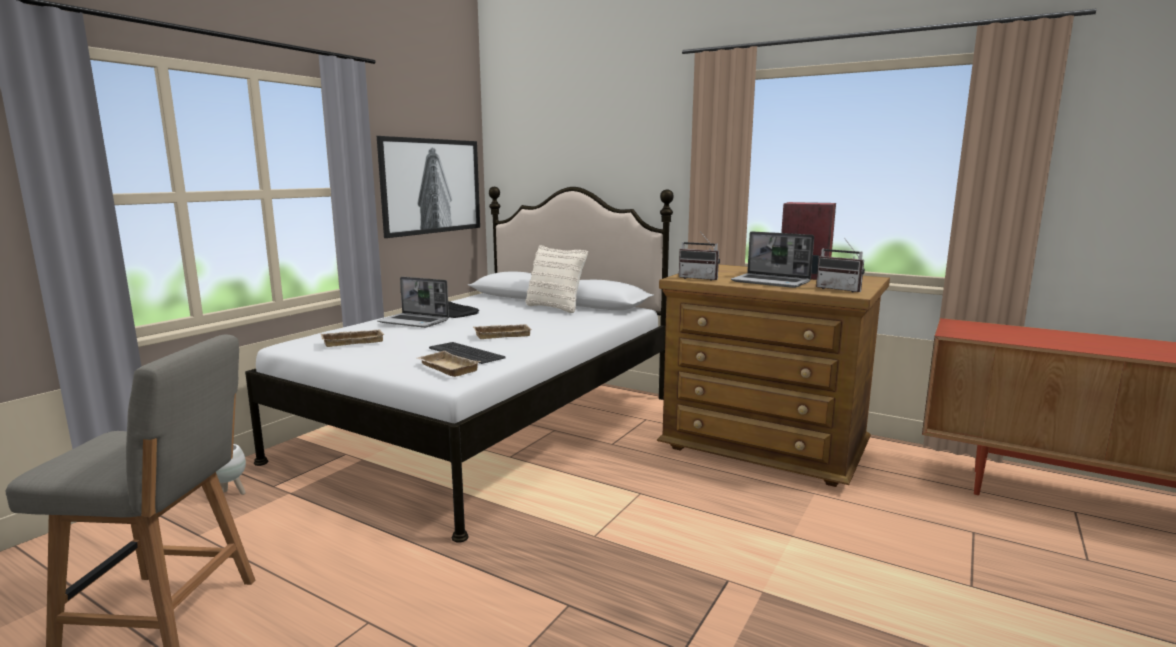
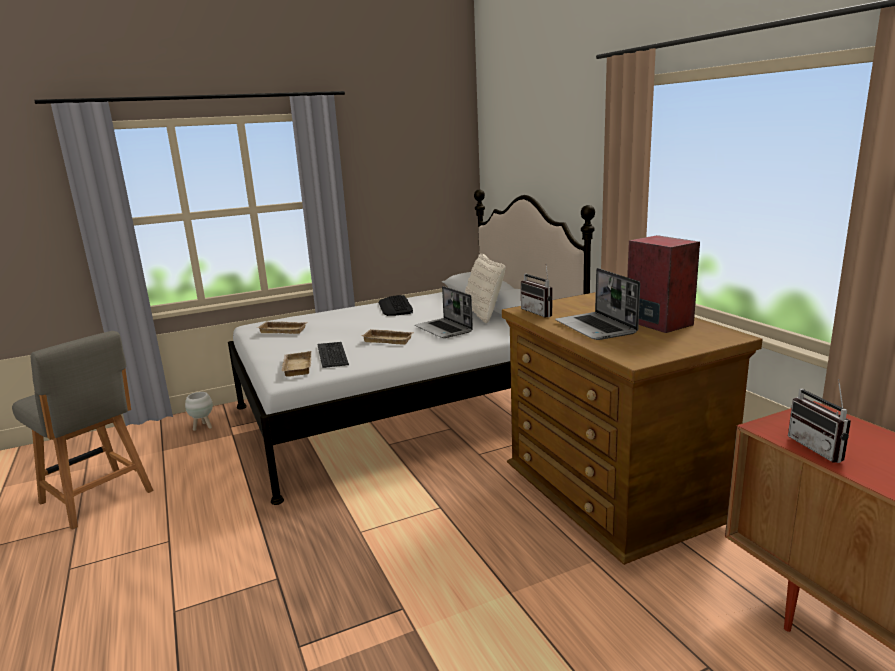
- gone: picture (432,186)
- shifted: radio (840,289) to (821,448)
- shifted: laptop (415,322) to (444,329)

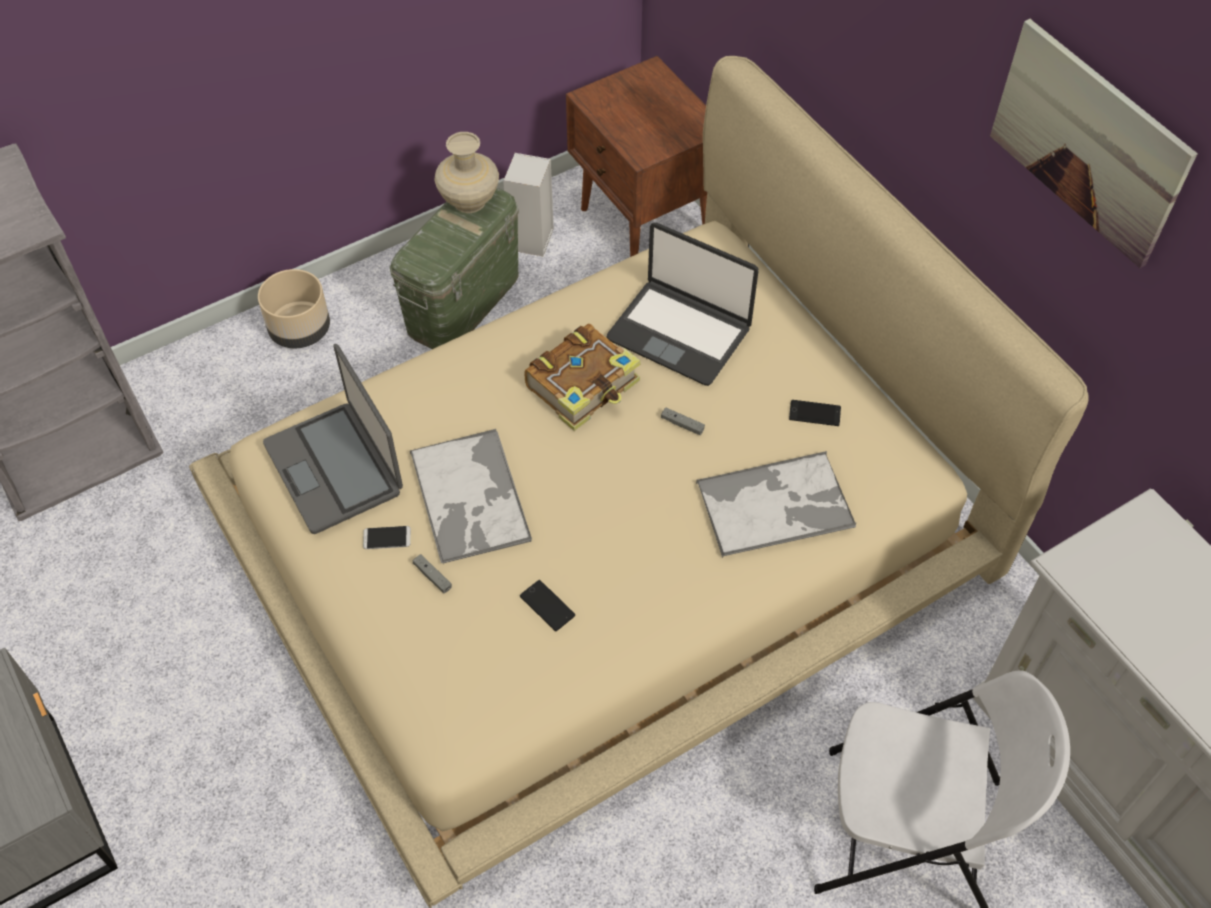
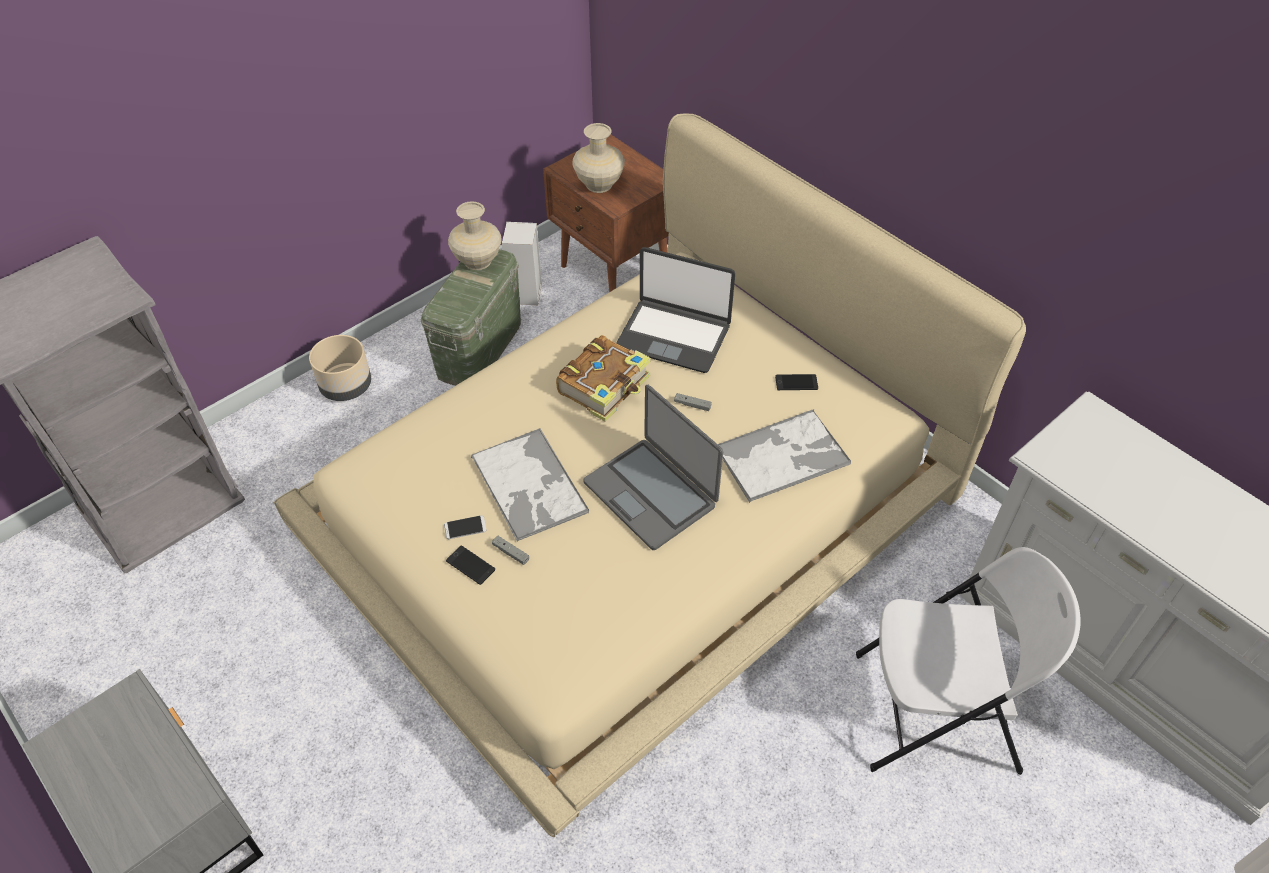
- gone: picture (1088,142)
- shifted: laptop (335,468) to (651,493)
- shifted: phone (547,606) to (470,565)
- new: beige vase (599,184)

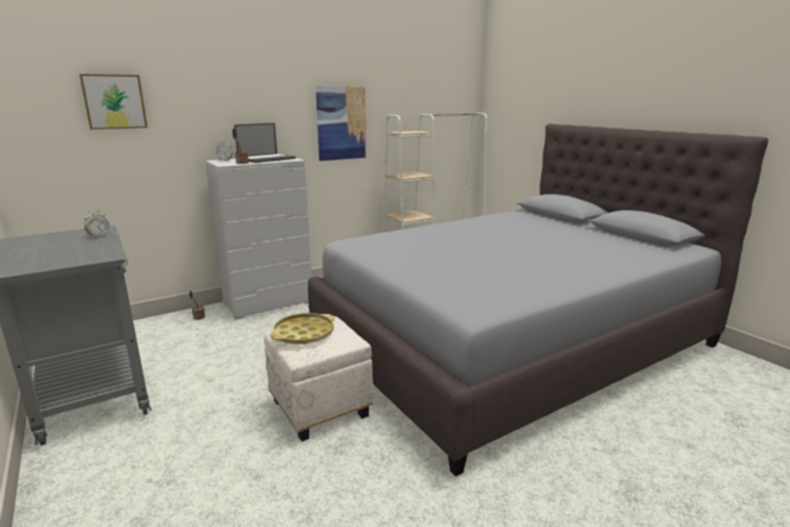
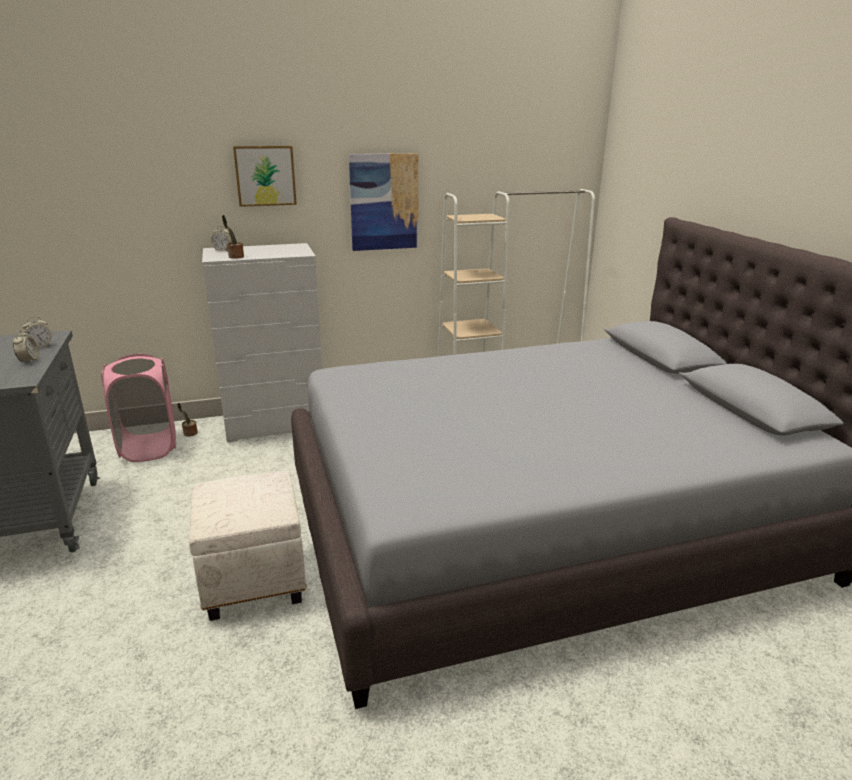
- shifted: picture (114,101) to (265,175)
- gone: laptop (267,159)
- gone: yellow tray (303,334)
- new: alarm clock (29,361)
- new: pink laundry basket (148,447)

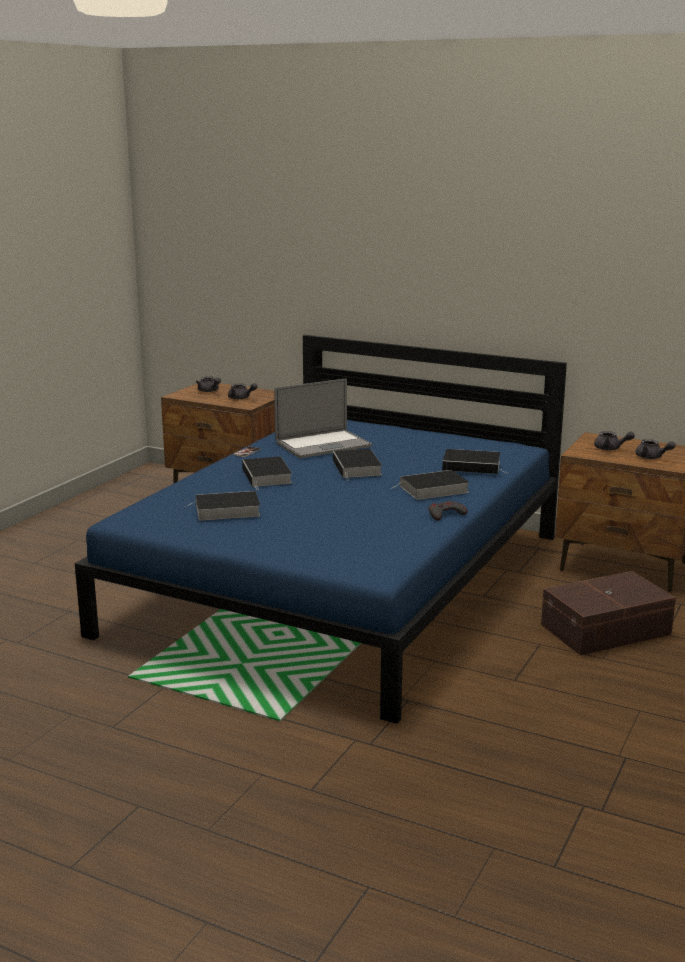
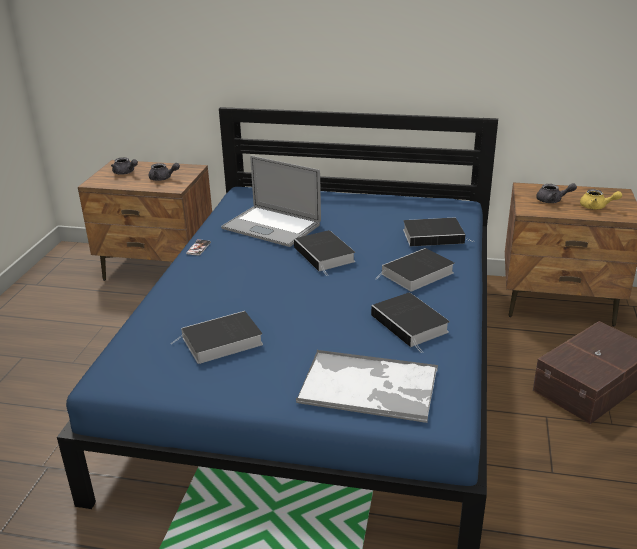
- rotated: laptop (323,445) = (271,226) 75 degrees clockwise
- repainted: grey teapot (652,457) to yellow teapot (596,207)
- shifted: book (267,476) to (411,324)
- gone: grey game controller (445,514)
- new: tray (370,386)

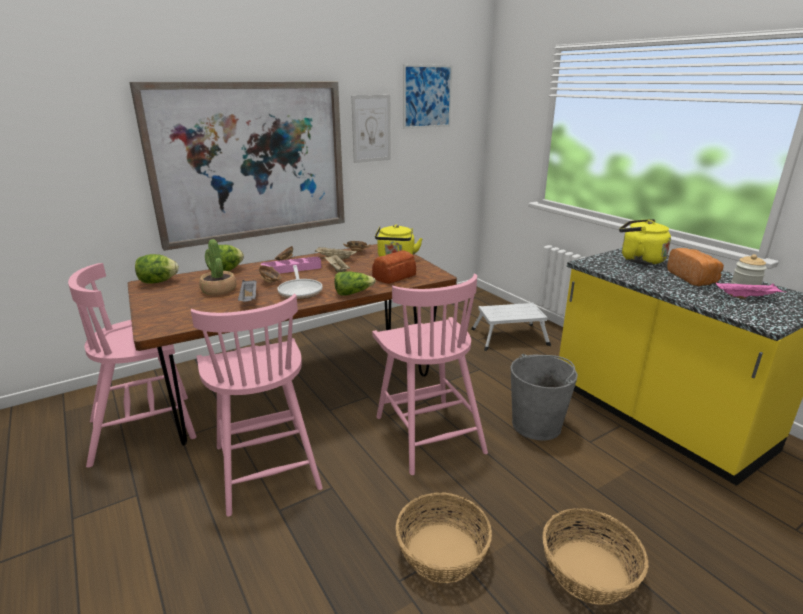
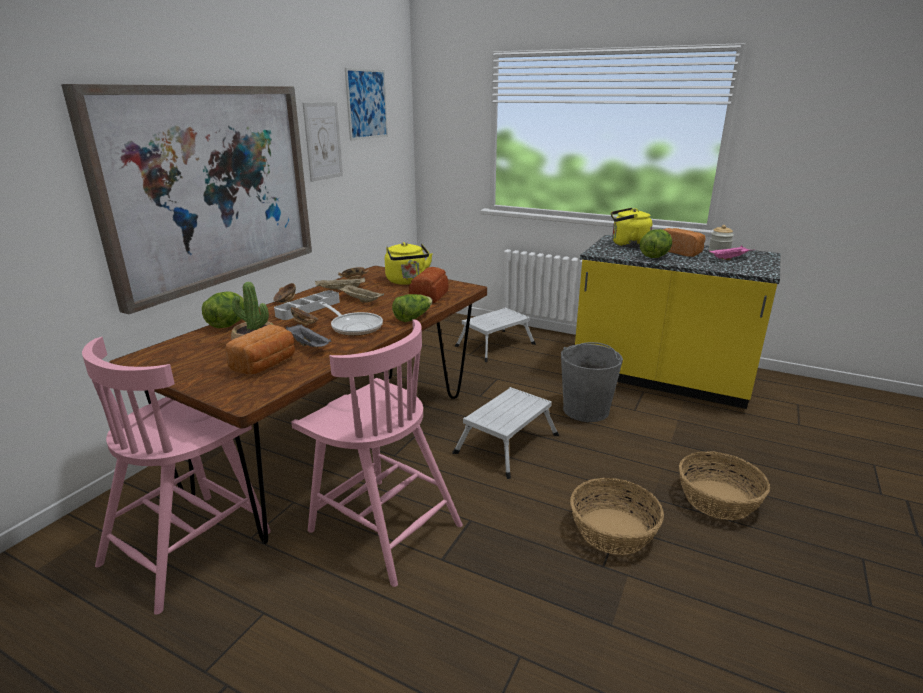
- shifted: lettuce (158,282) to (654,256)
- repainted: pink tray (291,269) to grey tray (308,308)
- swapped: pink chair (428,432) to white step ladder (506,444)
- new: bread (266,364)

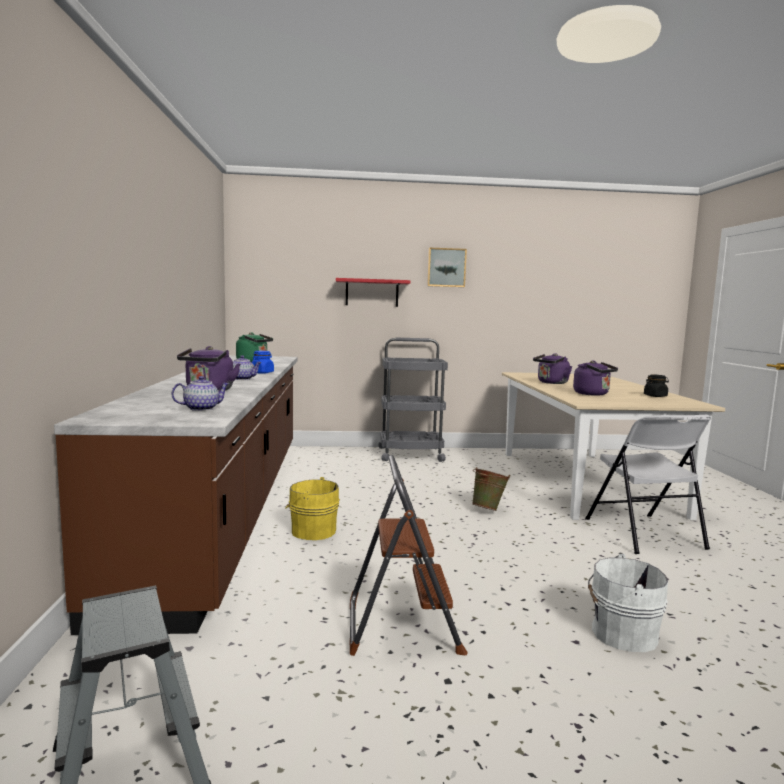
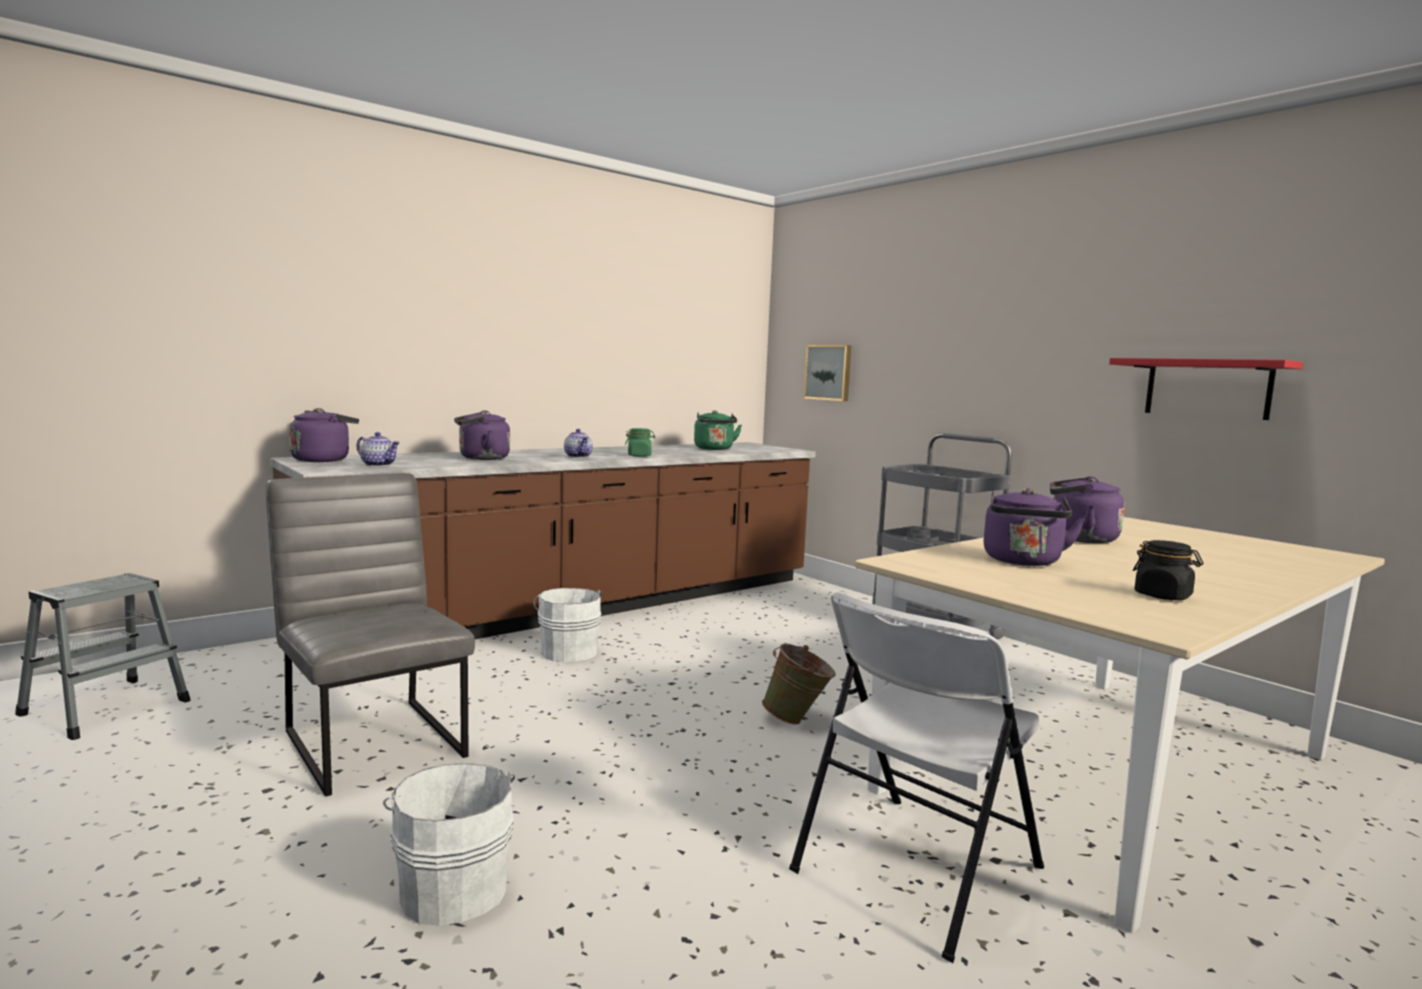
- shifted: picture (446,267) to (829,372)
- shifted: red shelf (372,293) to (1207,388)
- repainted: blue jar (262,372) to green jar (639,456)
- swapped: brown step ladder (398,625) to grey chair (374,741)
- repainted: yellow bucket (312,531) to white bucket (568,651)
- new: purple kettle (323,460)

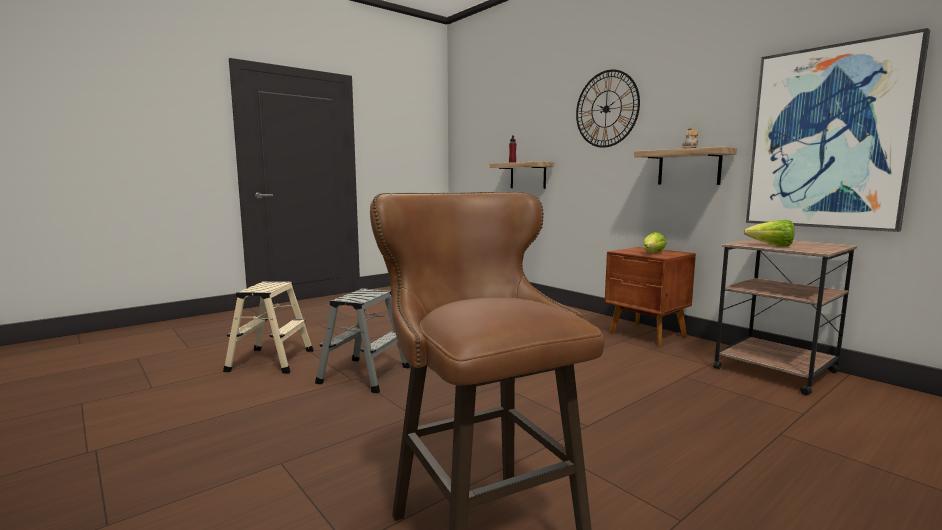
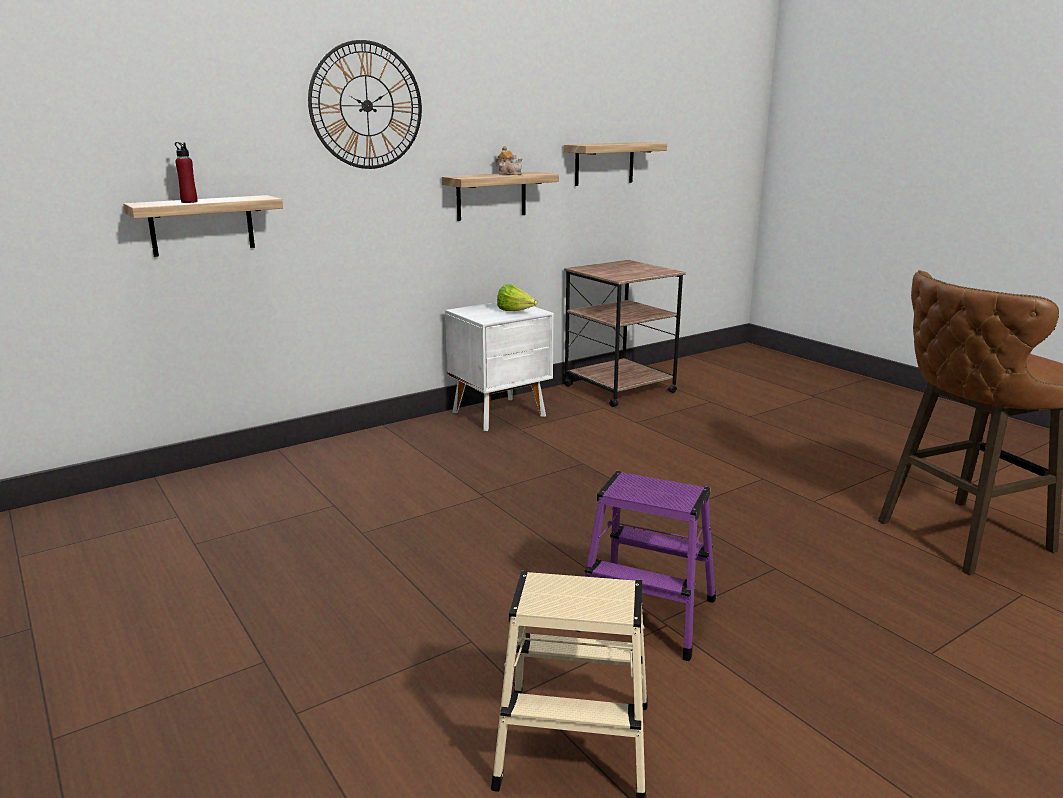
- swapped: picture (828,138) to shelf (604,163)
- gone: lettuce (771,246)
- repainted: brown nightstand (647,335) to white nightstand (501,414)
- repainted: grey step ladder (365,374) to purple step ladder (646,613)

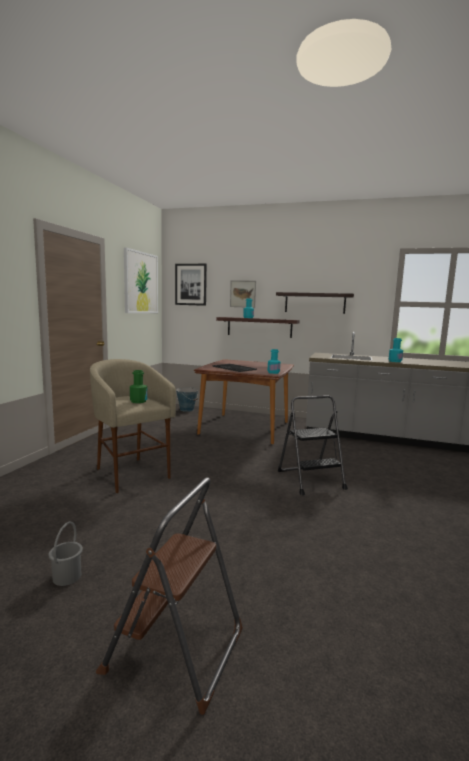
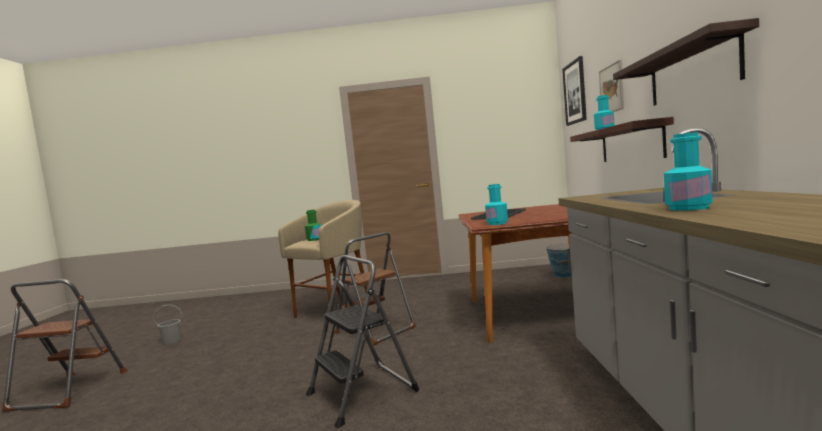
- gone: picture (141,283)
- new: brown step ladder (376,330)

